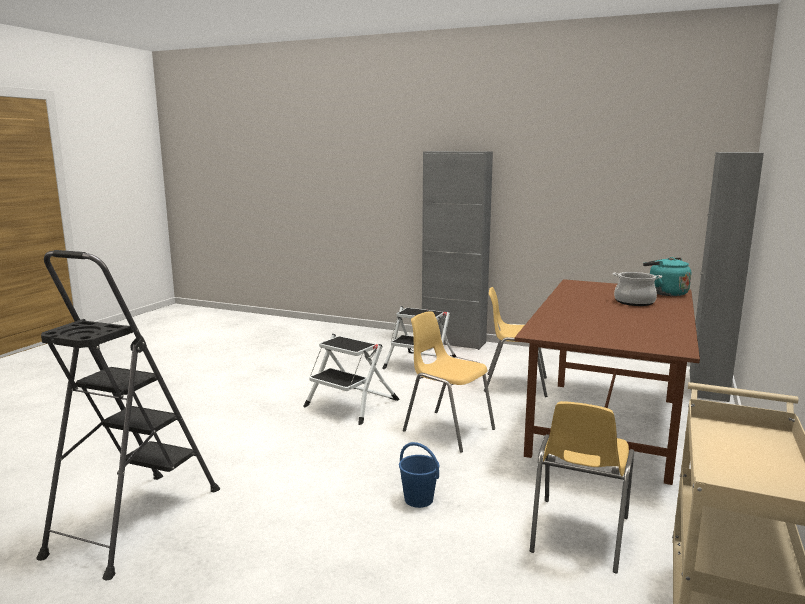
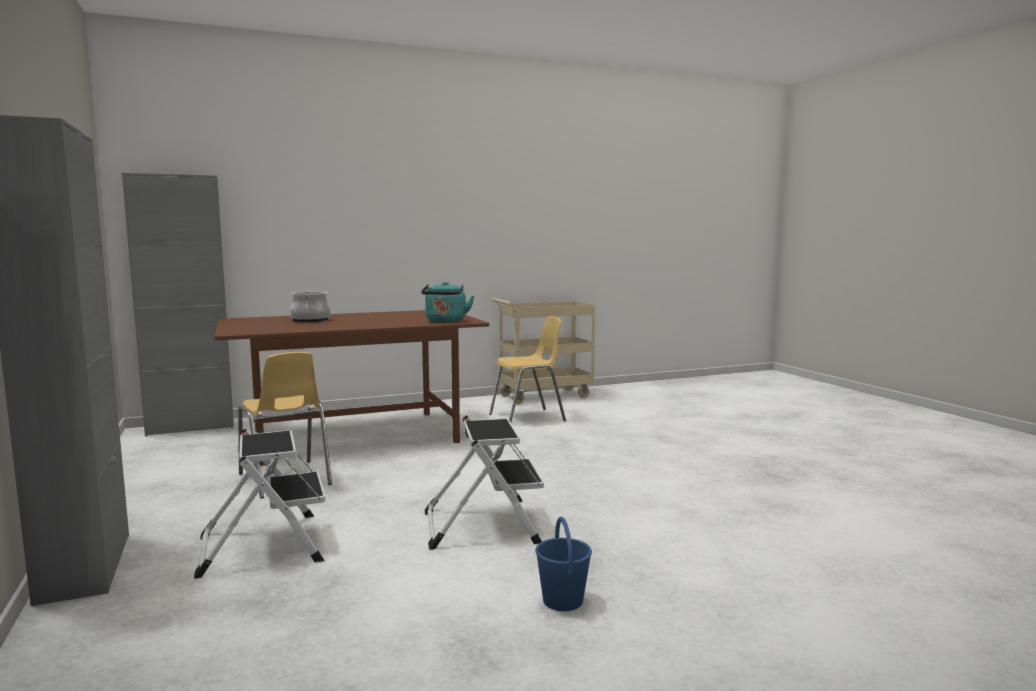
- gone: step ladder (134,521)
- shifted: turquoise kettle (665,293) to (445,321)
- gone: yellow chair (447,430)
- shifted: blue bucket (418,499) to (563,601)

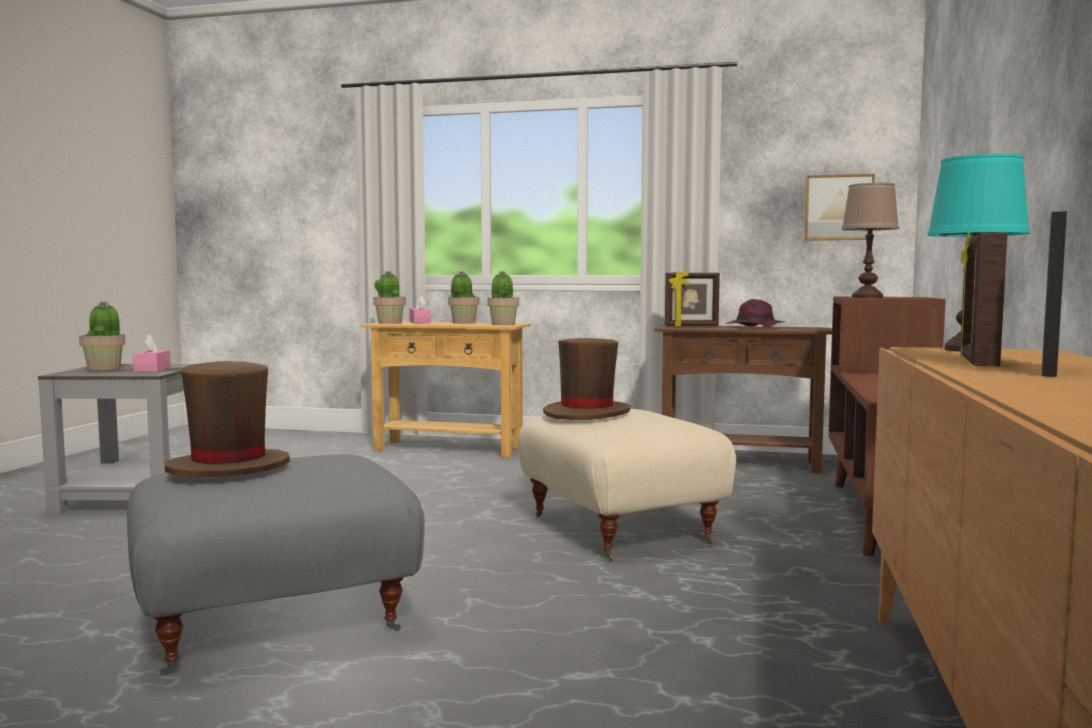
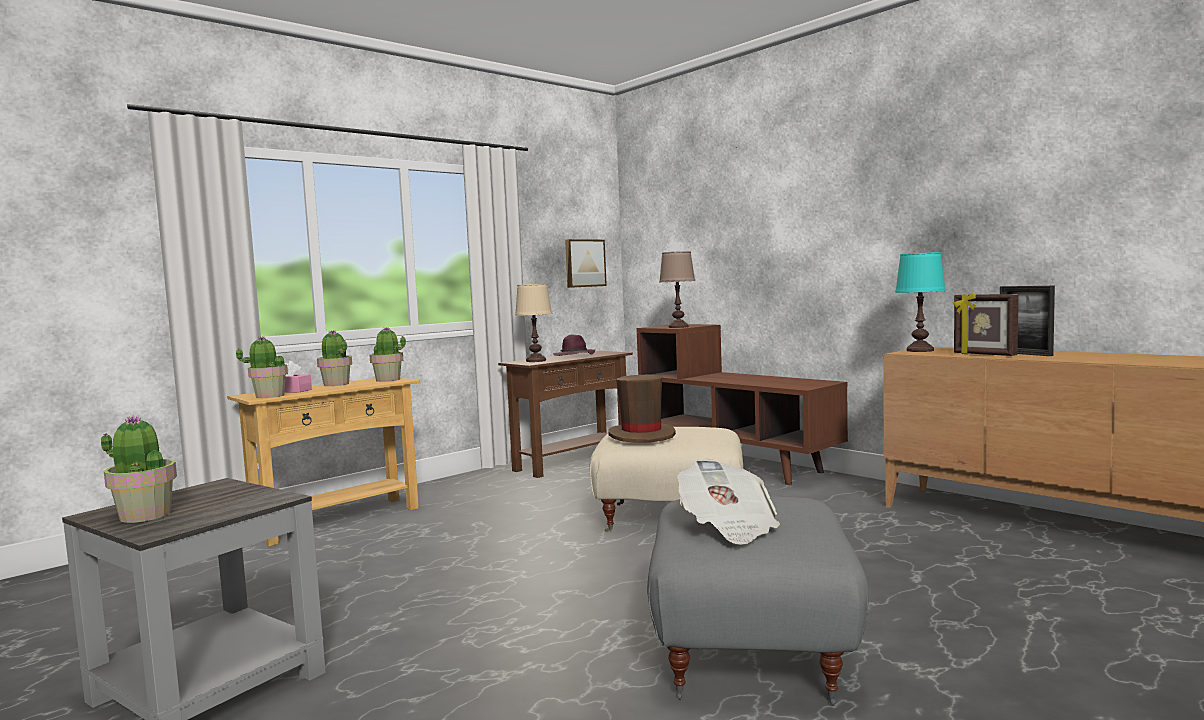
- swapped: picture frame (691,326) to beige table lamp (536,361)
- gone: pink tissue box (152,369)
- swapped: brown hat (228,468) to newspaper (728,527)

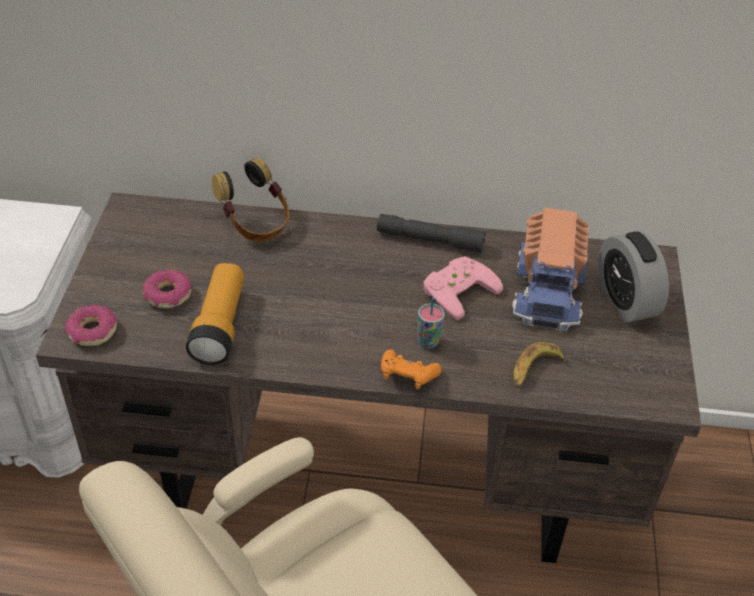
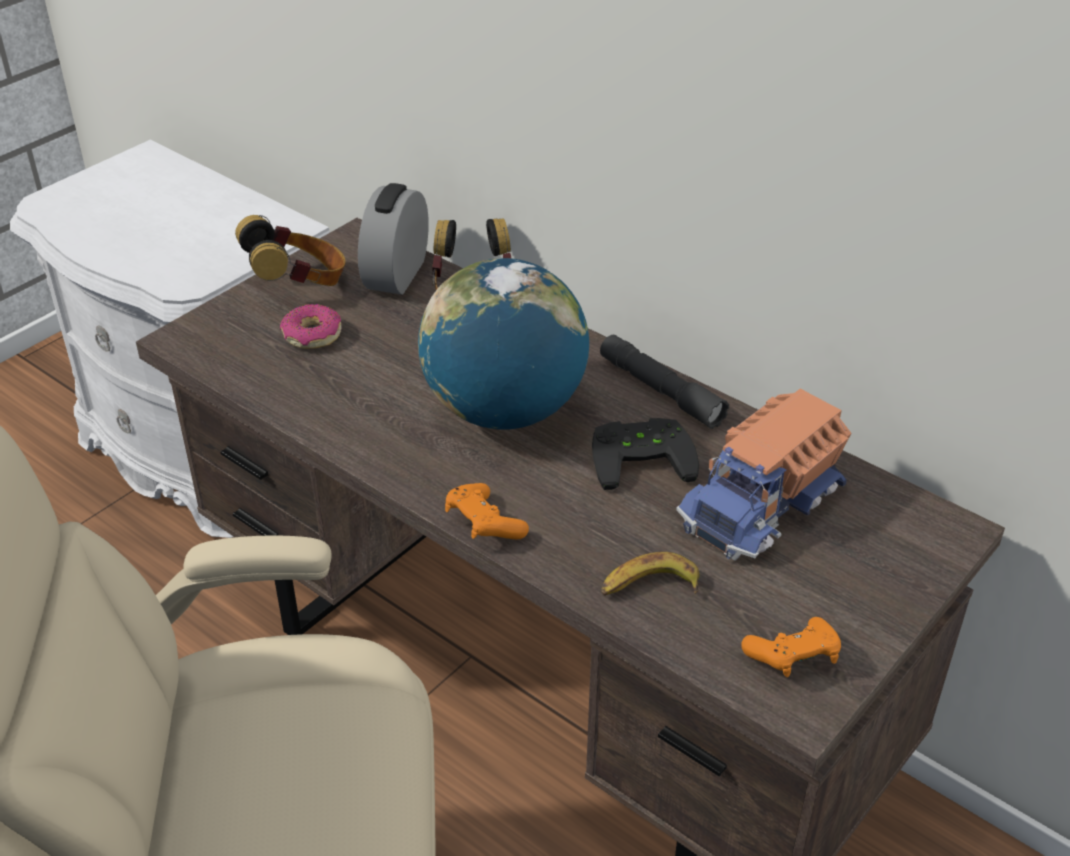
- shifted: alarm clock (625,300) to (396,274)
- repainted: pink game controller (457,288) to black game controller (641,456)
- gone: flashlight (220,326)
- gone: cup (428,342)
- gone: donut (92,331)
- new: headphones (298,284)
- new: globe (504,410)
- new: orange game controller (793,659)

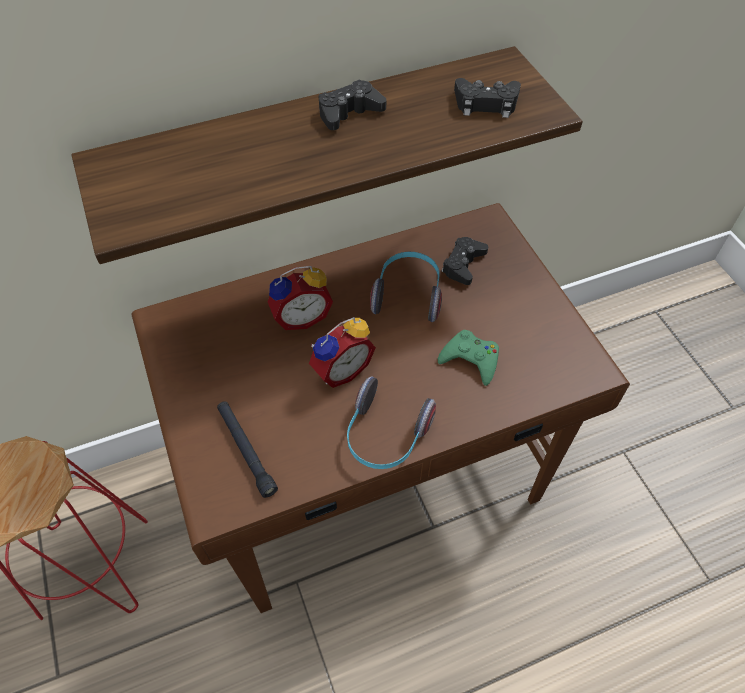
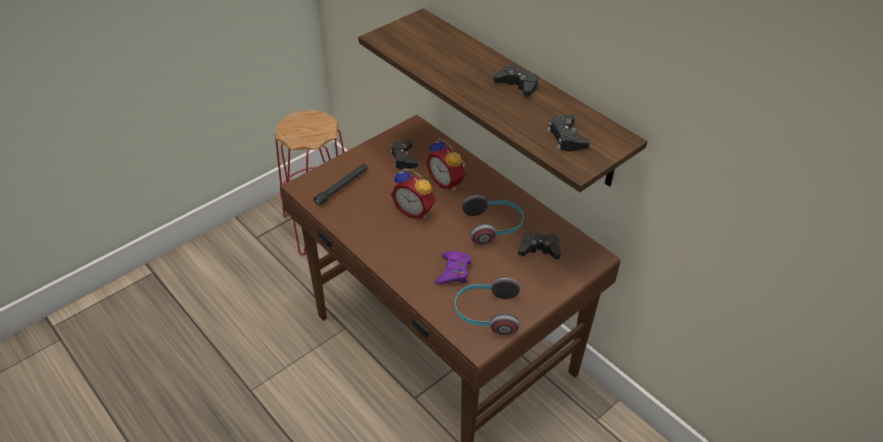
- repainted: green game controller (470,359) to purple game controller (453,271)
- shifted: headphones (385,436) to (486,314)
- new: black game controller (403,158)

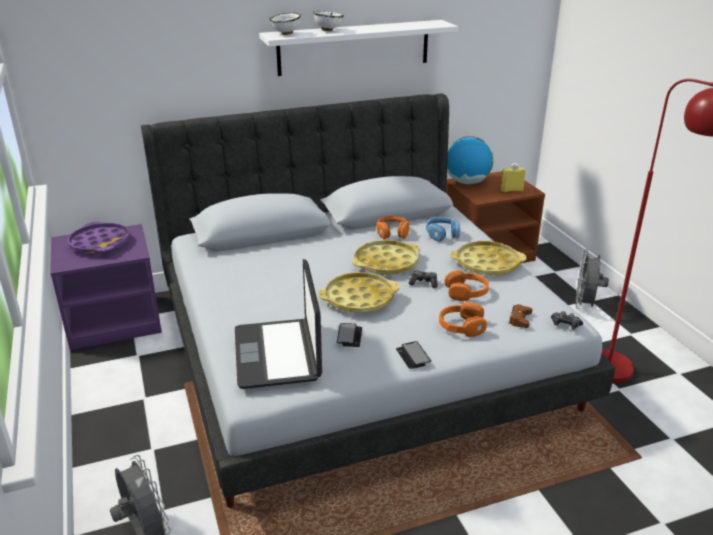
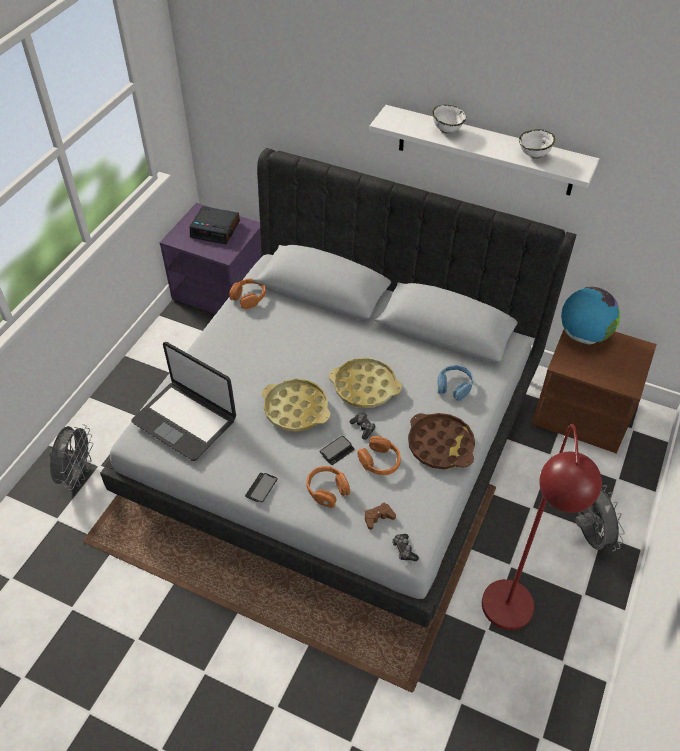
- shifted: white bowl (286,34) to (534,156)
- gone: yellow bottle (511,190)
- shifted: orange headphones (392,233) to (249,297)
- swapped: purple tray (100,243) to alarm clock (216,229)
- repainted: yellow tray (487,263) to brown tray (440,445)
- rotated: grey fan (585,305) = (588,535) 105 degrees clockwise
- rotated: laptop (278,354) = (185,420) 90 degrees counterclockwise
- shifted: phone (349,336) to (337,451)

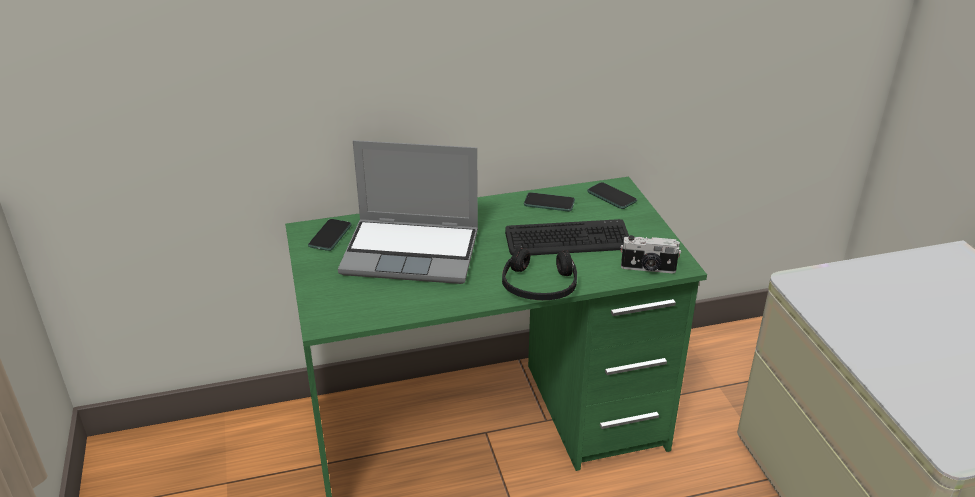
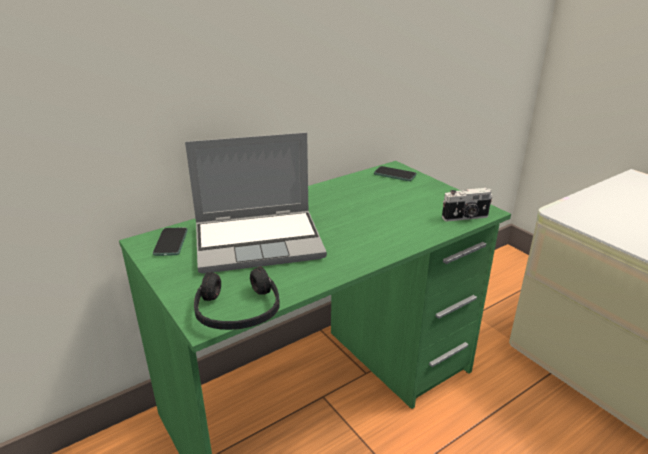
- gone: phone (549,203)
- gone: keyboard (567,240)
- shifted: black headphones (539,285) to (238,310)

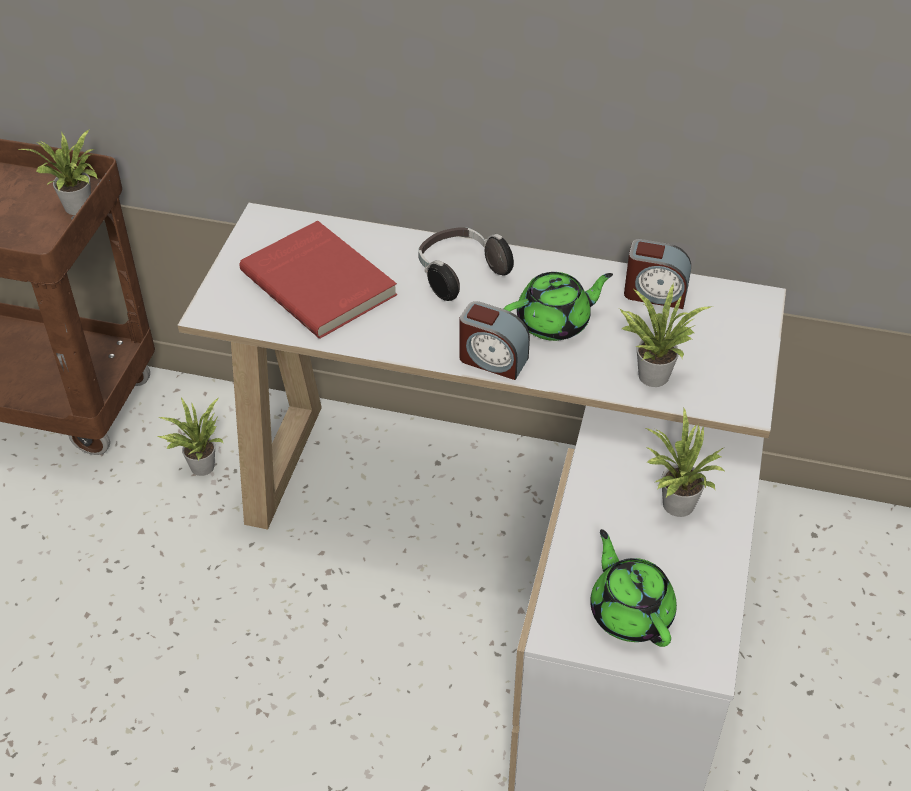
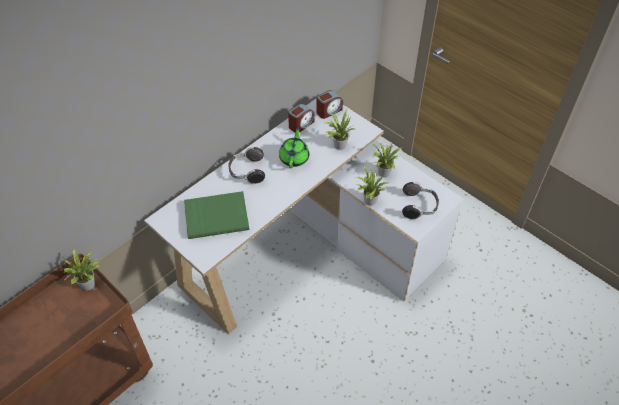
- repainted: red book (320,282) to green book (216,216)
- shifted: alarm clock (492,359) to (328,111)
- shifted: potted plant (199,465) to (368,201)
- swapped: green teapot (630,612) to headphones (419,207)

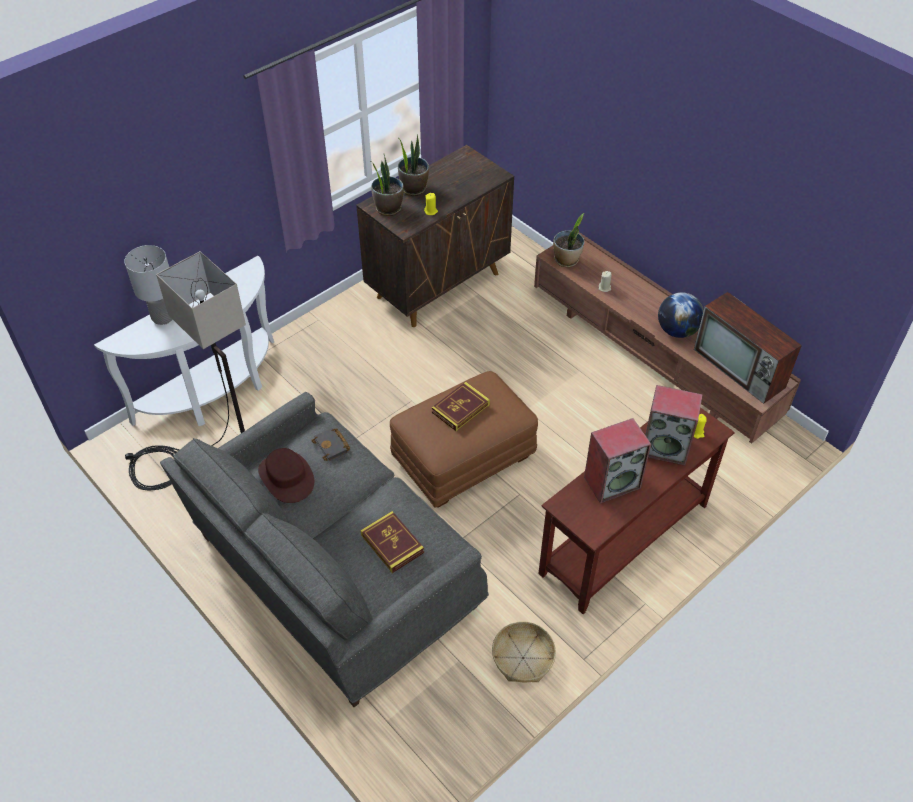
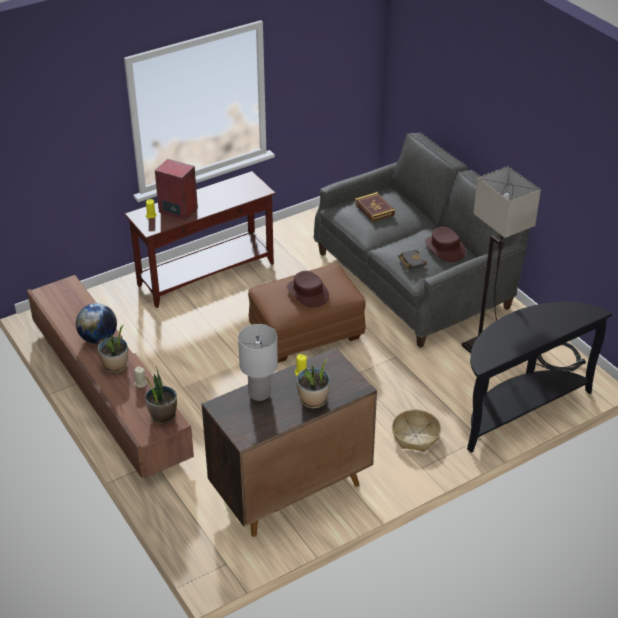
- shifted: potted plant (388,208) to (115,366)
- shifted: grey table lamp (163,318) to (259,395)
- repainted: white console table (215,392) to black console table (518,409)
- gone: television (740,369)
- swapped: book (460,408) to brown hat (308,293)
- gone: speaker (612,482)
- shifted: basket (522,657) to (415,436)

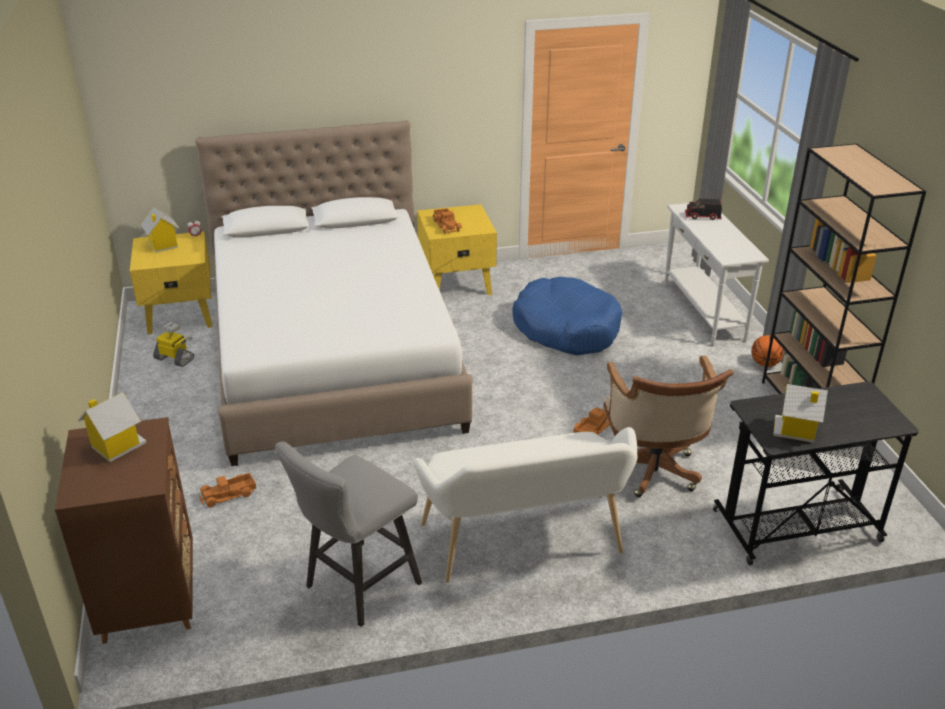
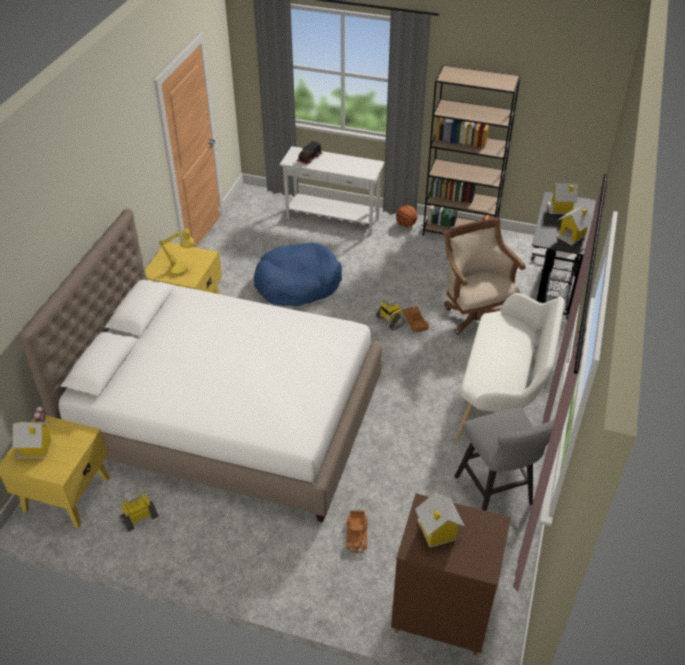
- swapped: toy truck (447,225) to yellow table lamp (182,270)
- rotated: office chair (655,472) = (473,317) 135 degrees counterclockwise
- new: toy house (560,209)
- new: toy robot (389,321)

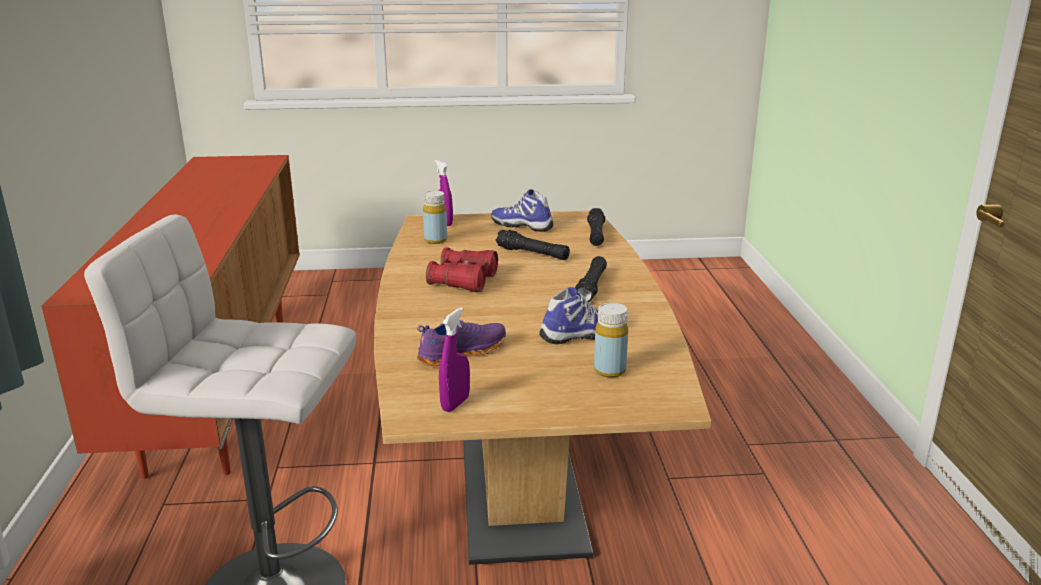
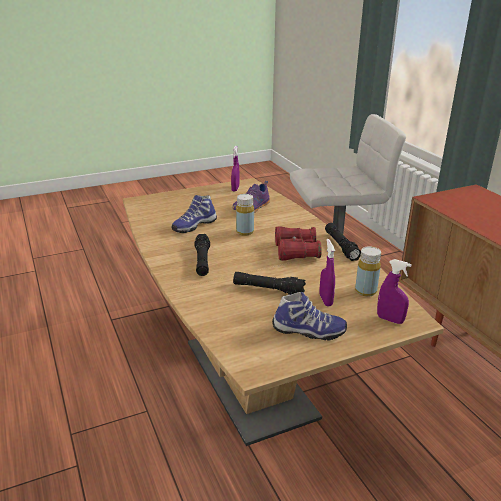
- shifted: black flashlight (596,235) to (341,246)
- shifted: yellow bottle (609,370) to (244,232)
- new: purple spray bottle (325,300)

